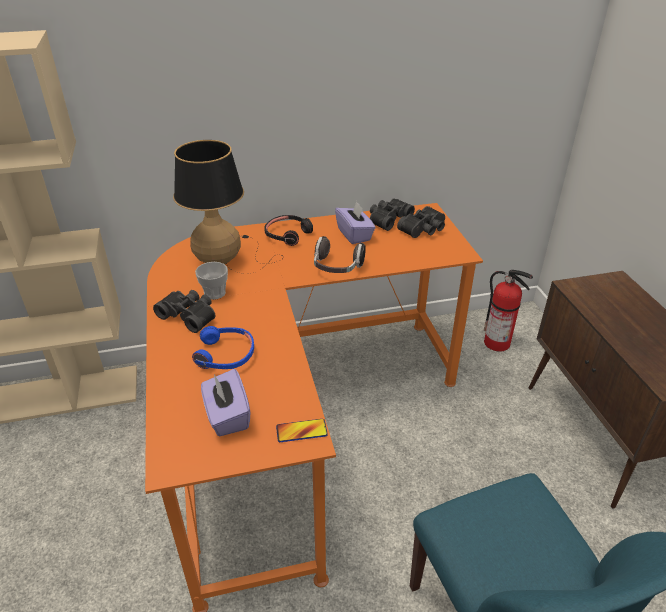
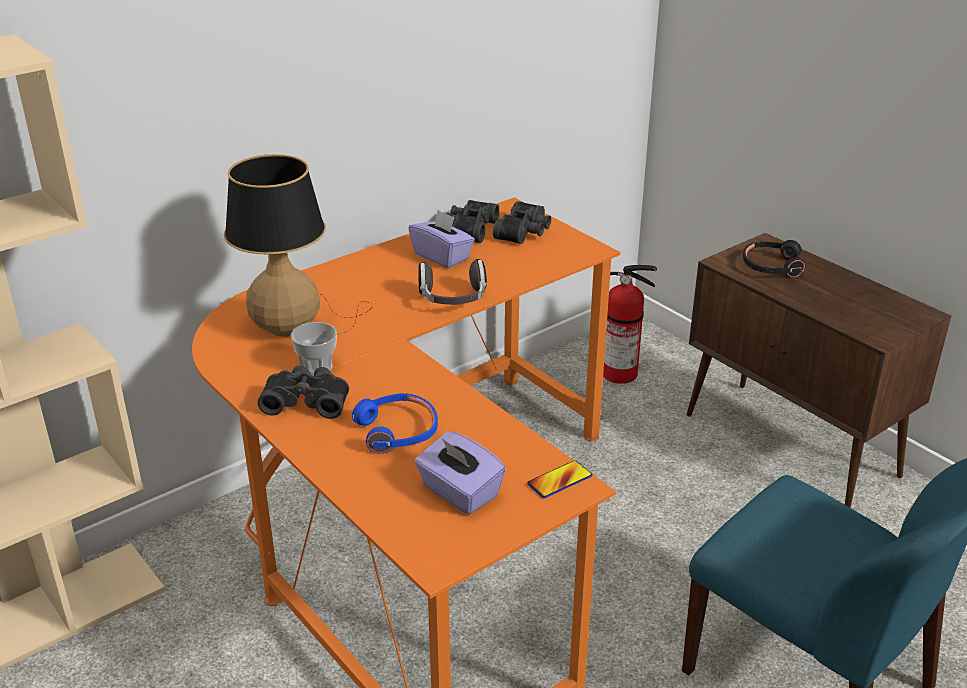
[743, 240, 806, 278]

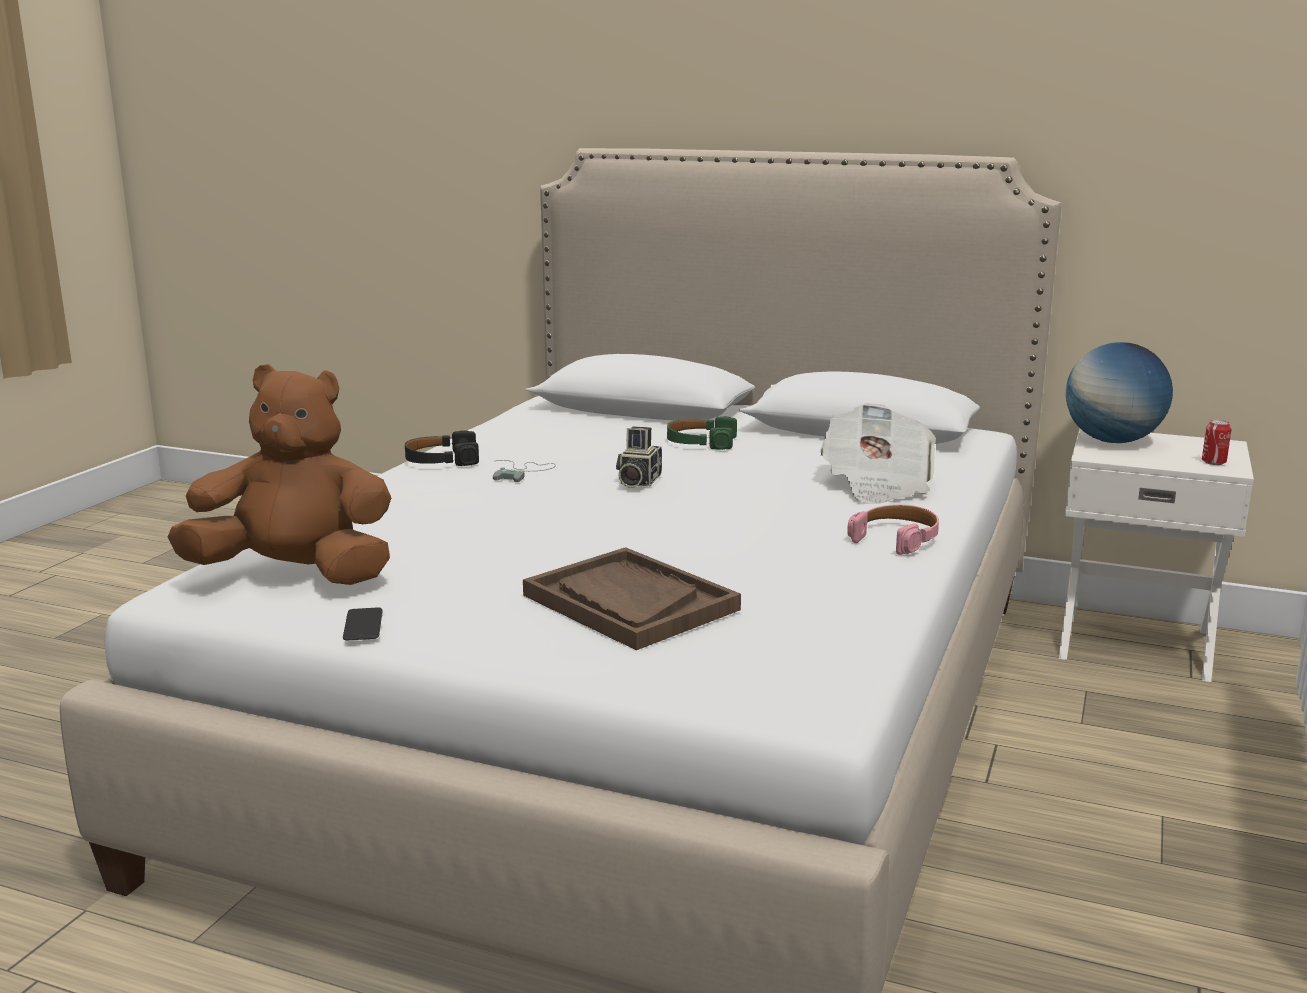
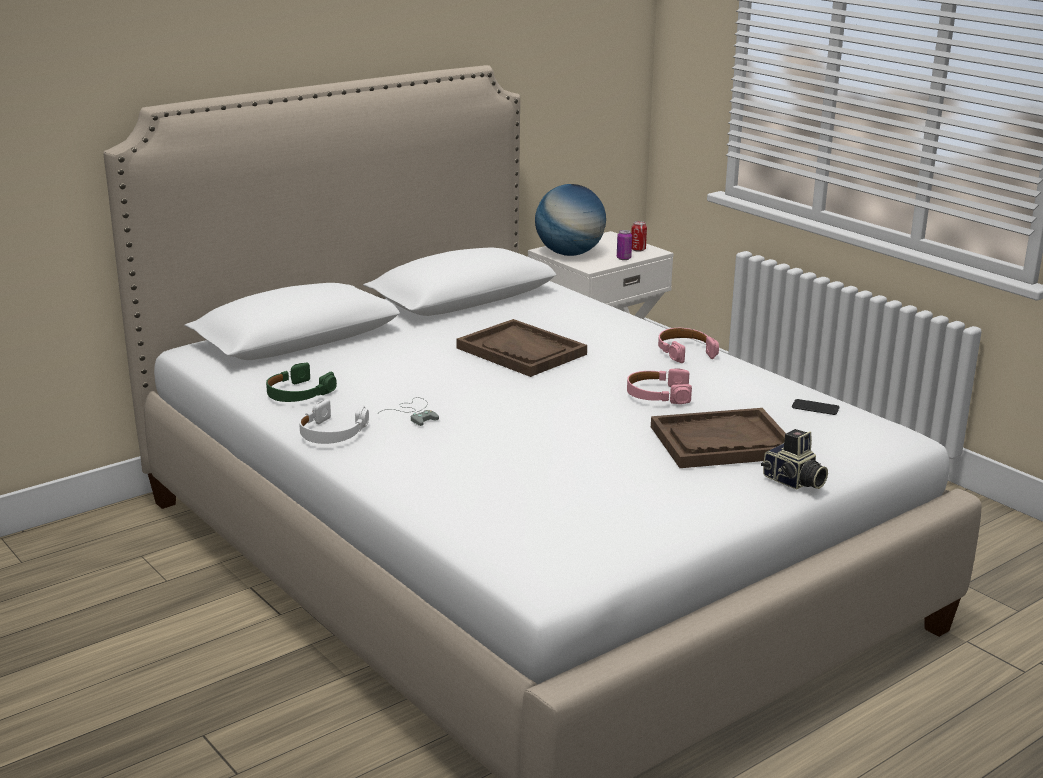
[168, 364, 391, 585] (first image)
[792, 399, 840, 415]
[299, 399, 369, 444]
[761, 429, 828, 490]
[266, 362, 337, 402]
[820, 403, 936, 504] (first image)
[456, 319, 587, 377]
[617, 230, 632, 260]
[627, 368, 692, 404]

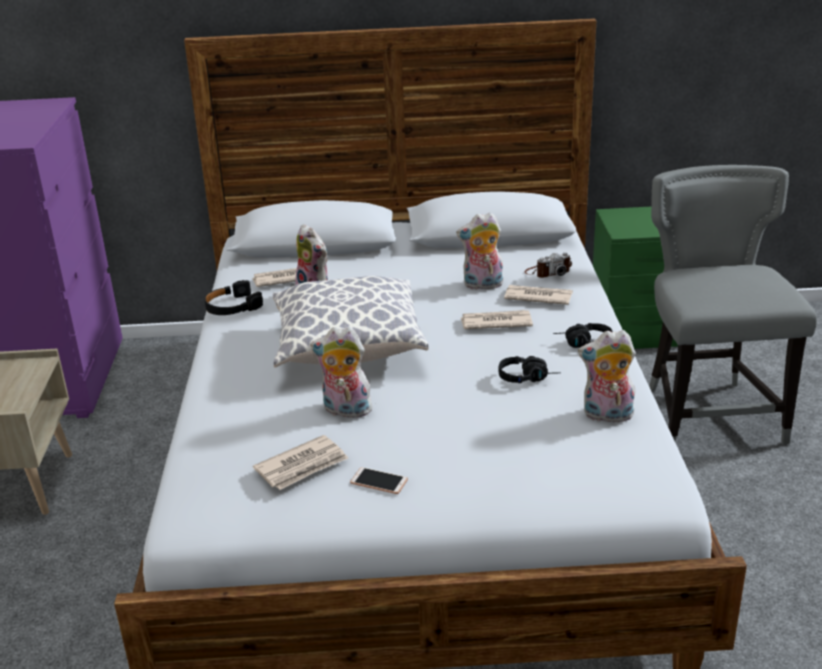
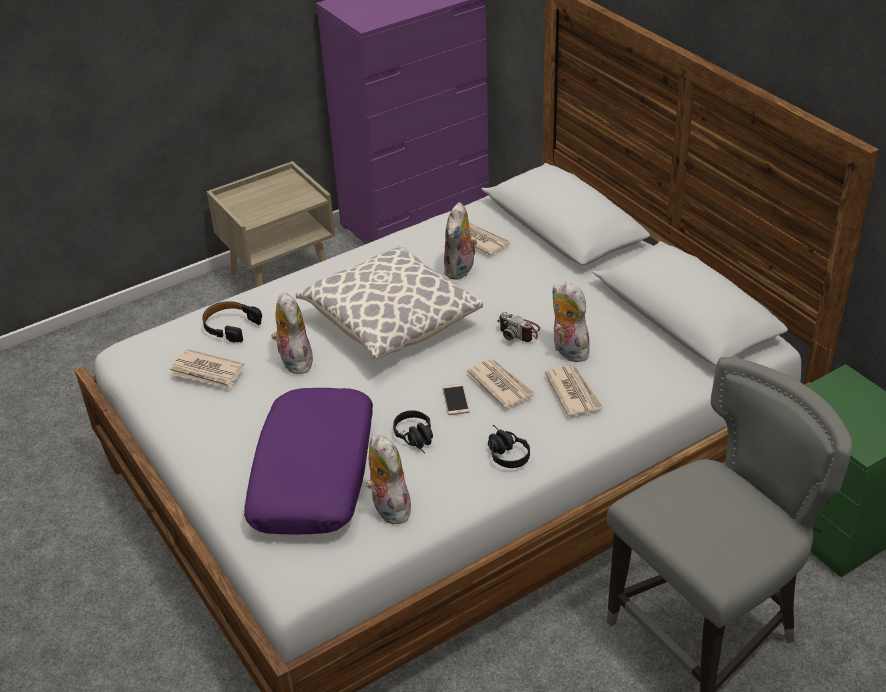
[202, 301, 262, 343]
[442, 384, 470, 415]
[497, 312, 540, 342]
[244, 388, 373, 534]

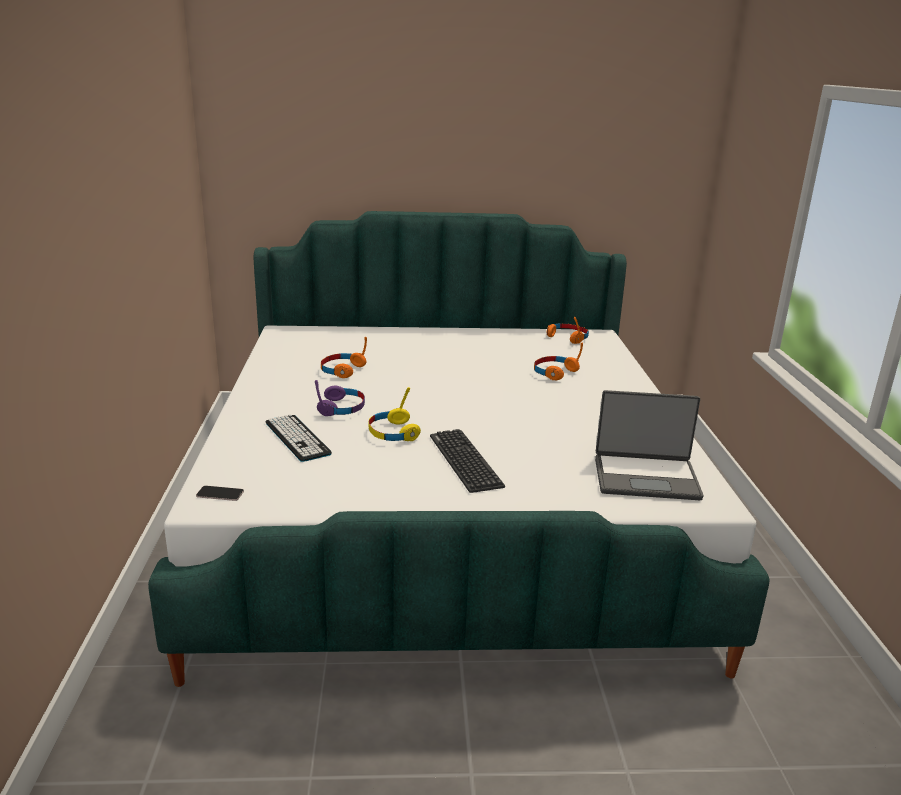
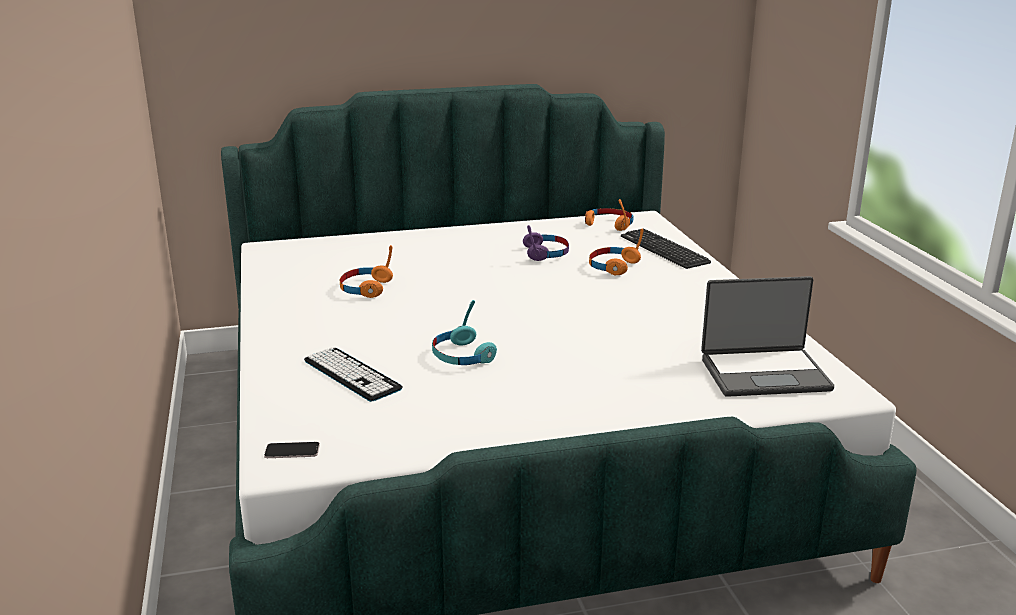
[523, 225, 569, 261]
[432, 300, 497, 365]
[621, 228, 711, 269]

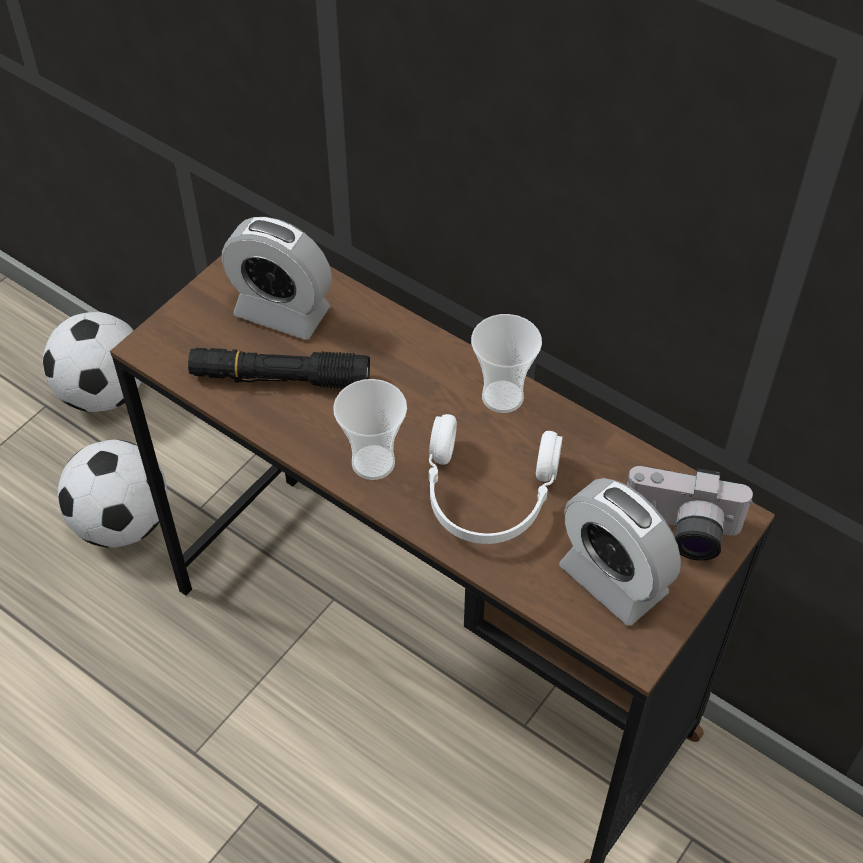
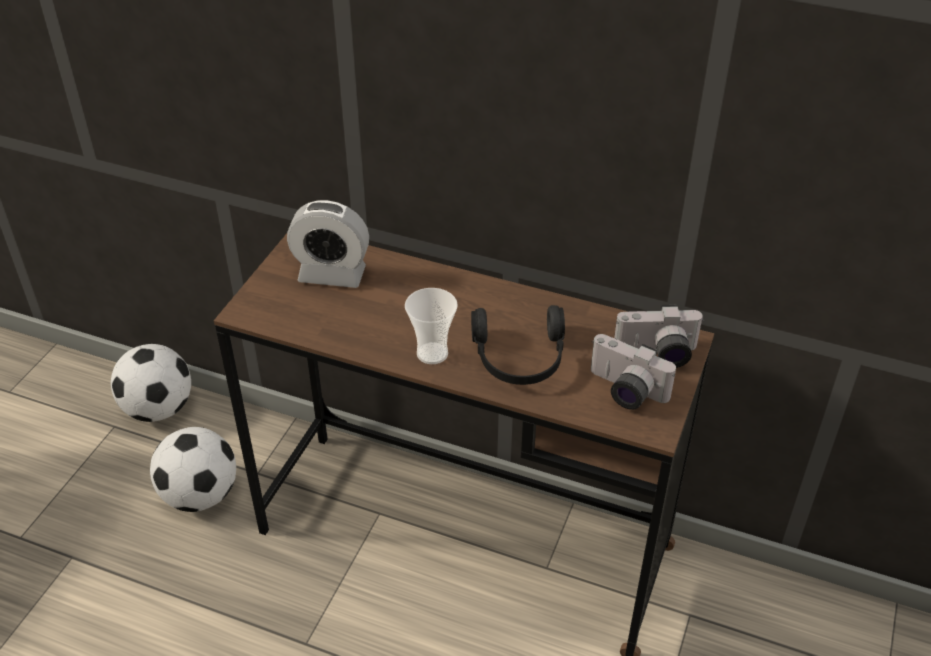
[188, 348, 370, 389] (first image)
[471, 305, 565, 385]
[471, 314, 542, 413] (first image)
[591, 334, 676, 410]

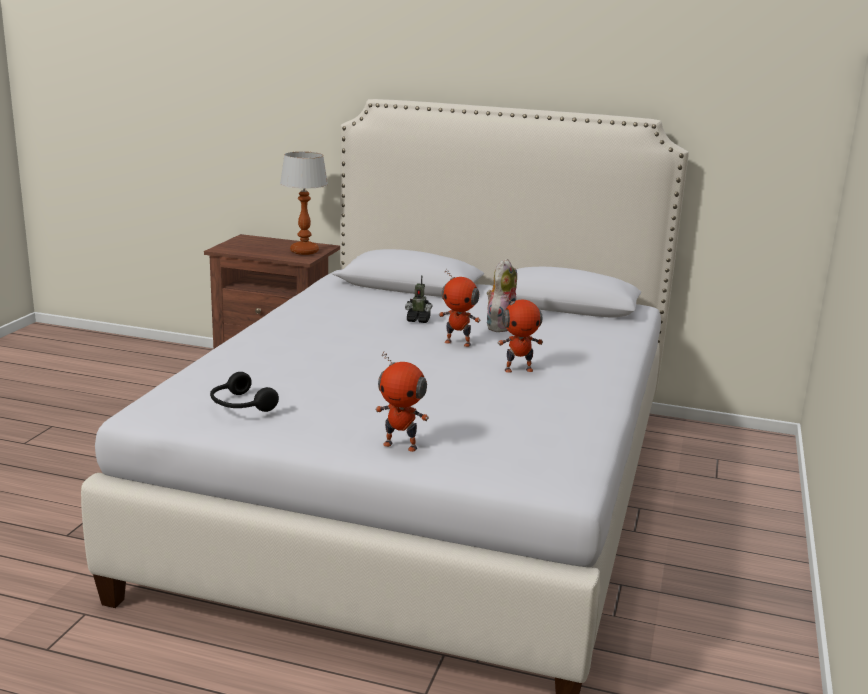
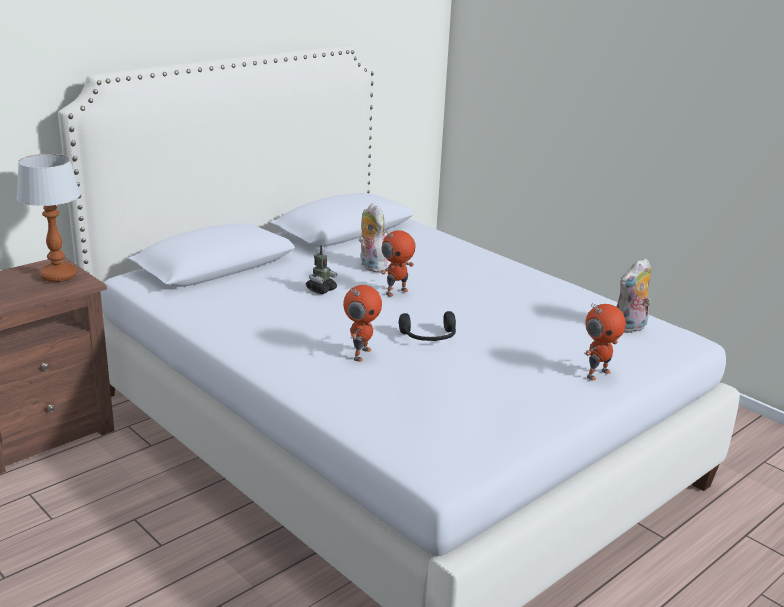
[399, 311, 456, 341]
[343, 285, 382, 362]
[617, 258, 651, 334]

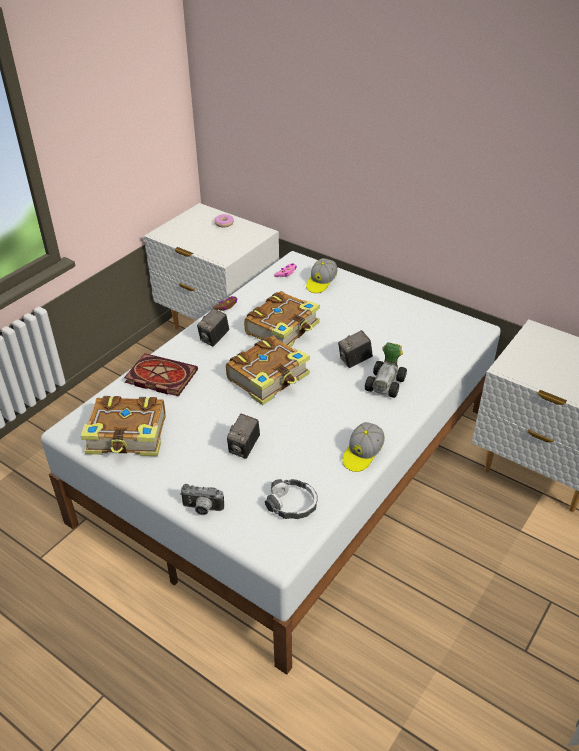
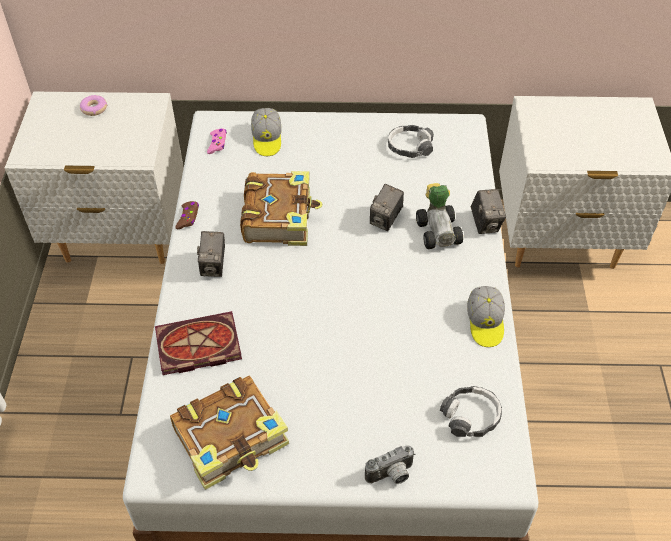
[226, 336, 310, 405] (first image)
[471, 189, 506, 234]
[388, 125, 434, 158]

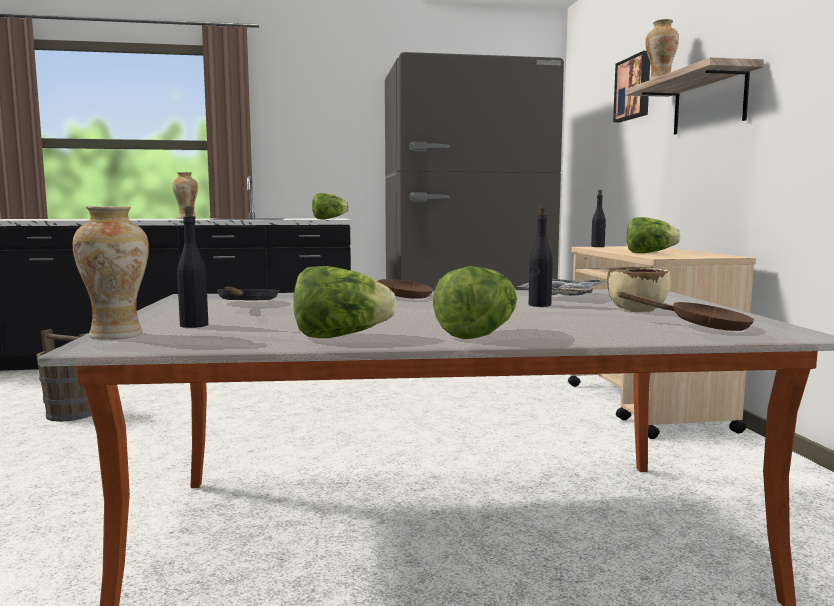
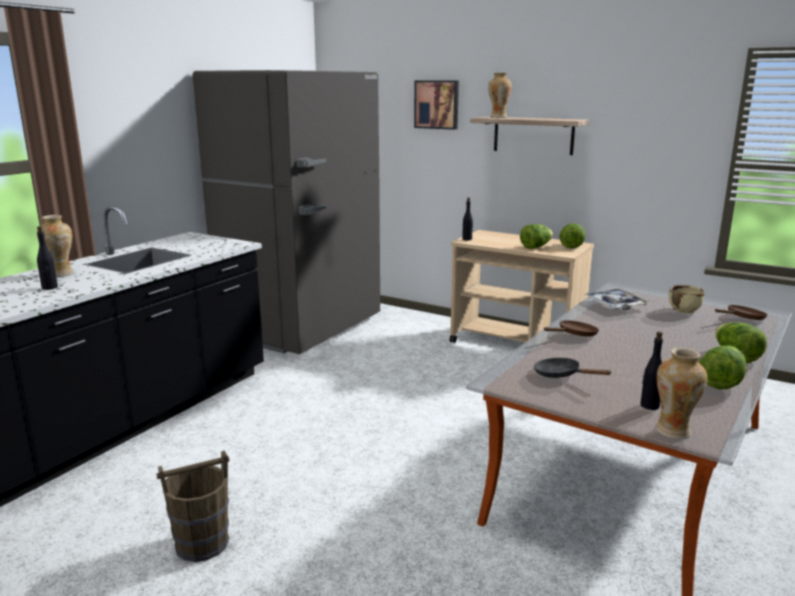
[559, 223, 585, 248]
[37, 226, 58, 290]

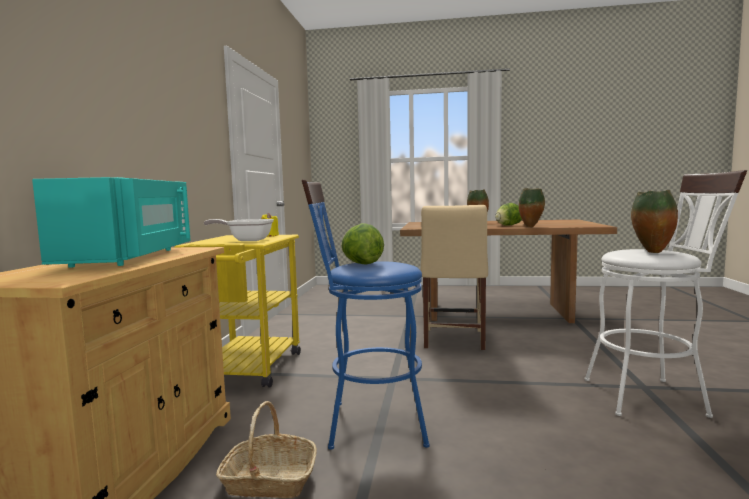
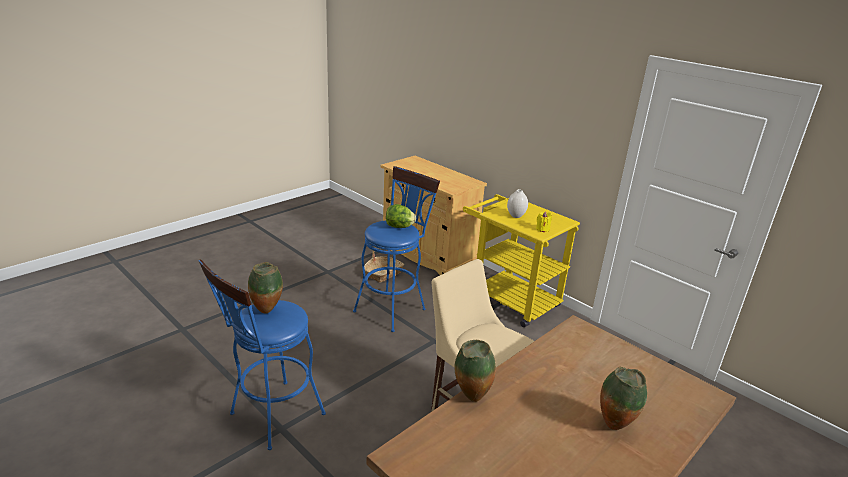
[32, 177, 190, 268] (first image)
[507, 189, 528, 218]
[495, 203, 522, 226] (first image)
[198, 260, 326, 450]

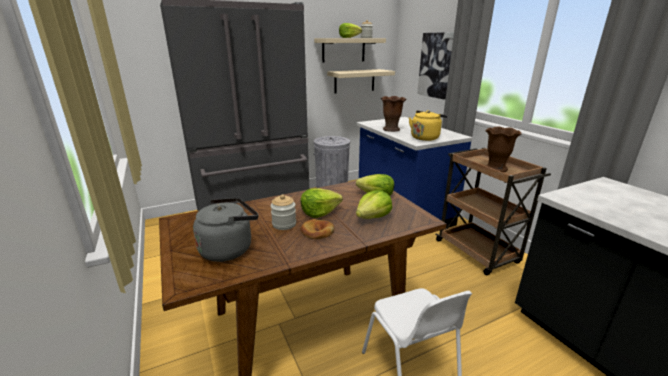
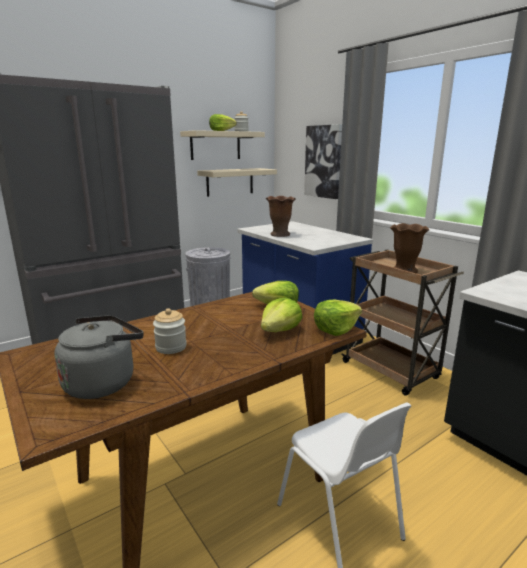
[300, 219, 334, 239] (first image)
[314, 300, 362, 336]
[409, 110, 447, 141] (first image)

